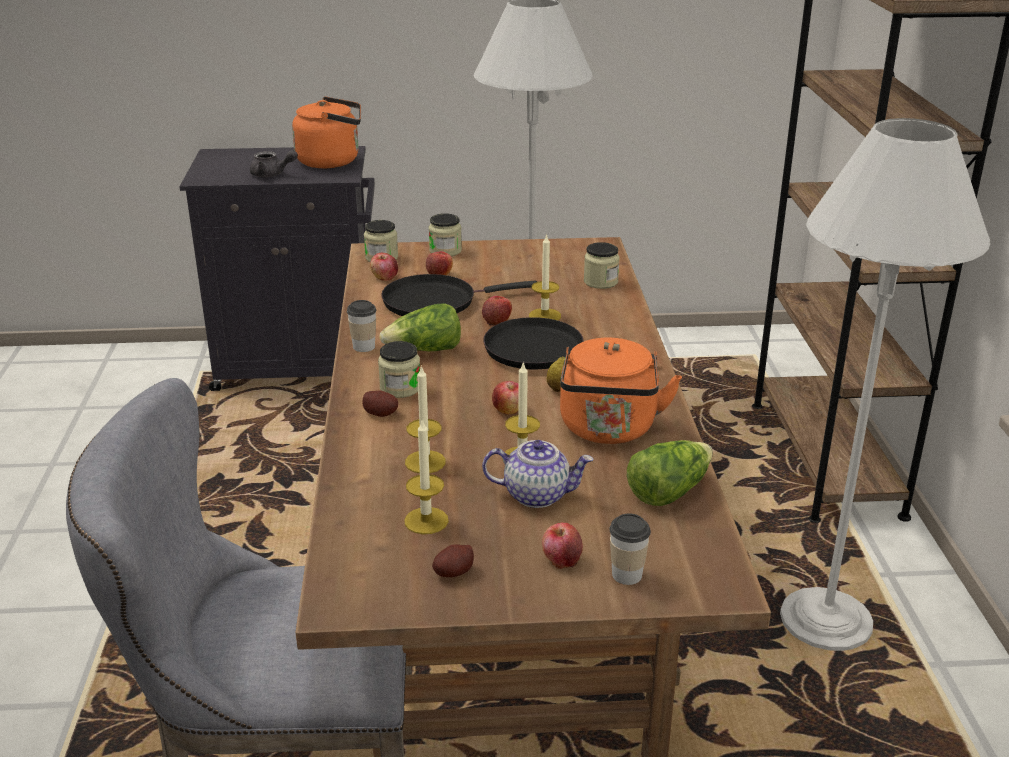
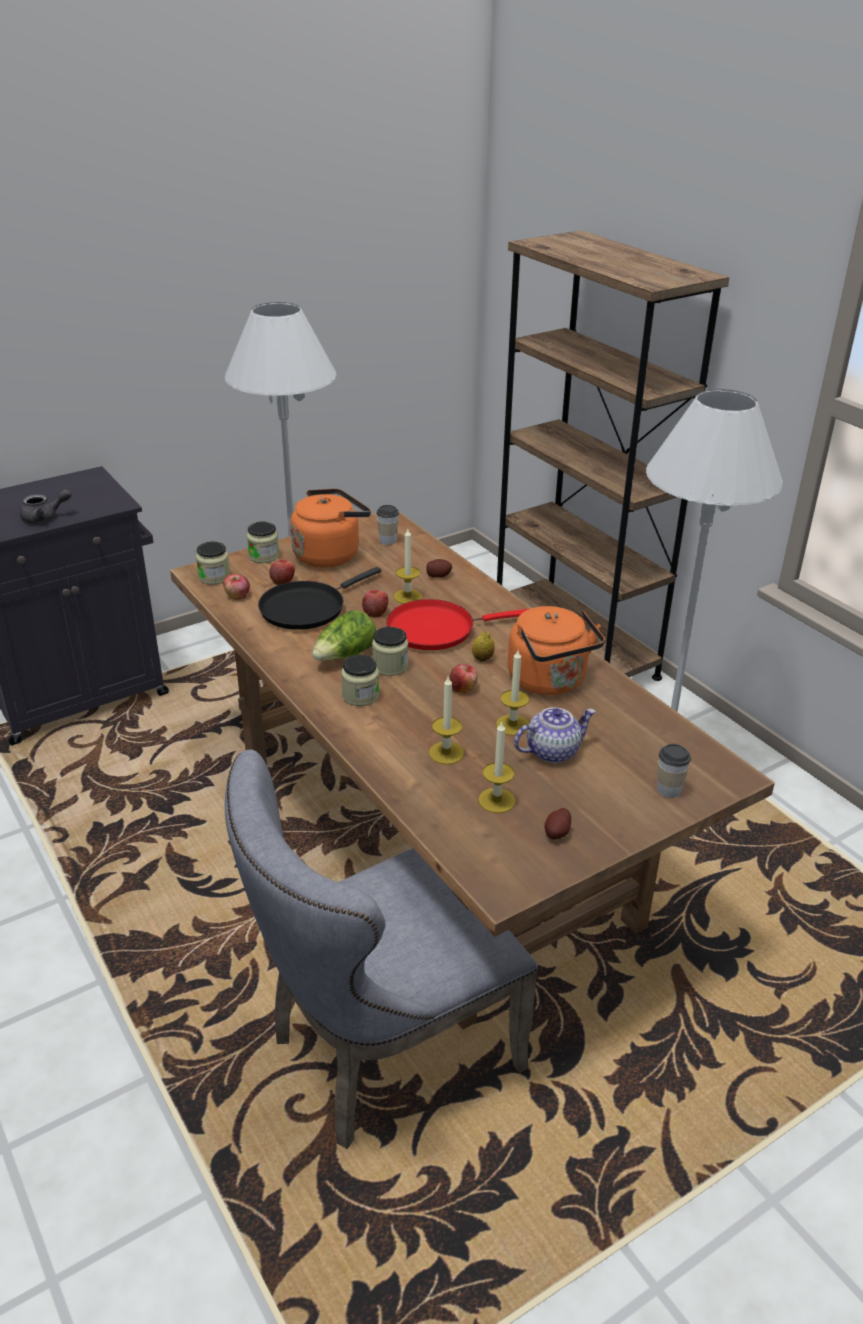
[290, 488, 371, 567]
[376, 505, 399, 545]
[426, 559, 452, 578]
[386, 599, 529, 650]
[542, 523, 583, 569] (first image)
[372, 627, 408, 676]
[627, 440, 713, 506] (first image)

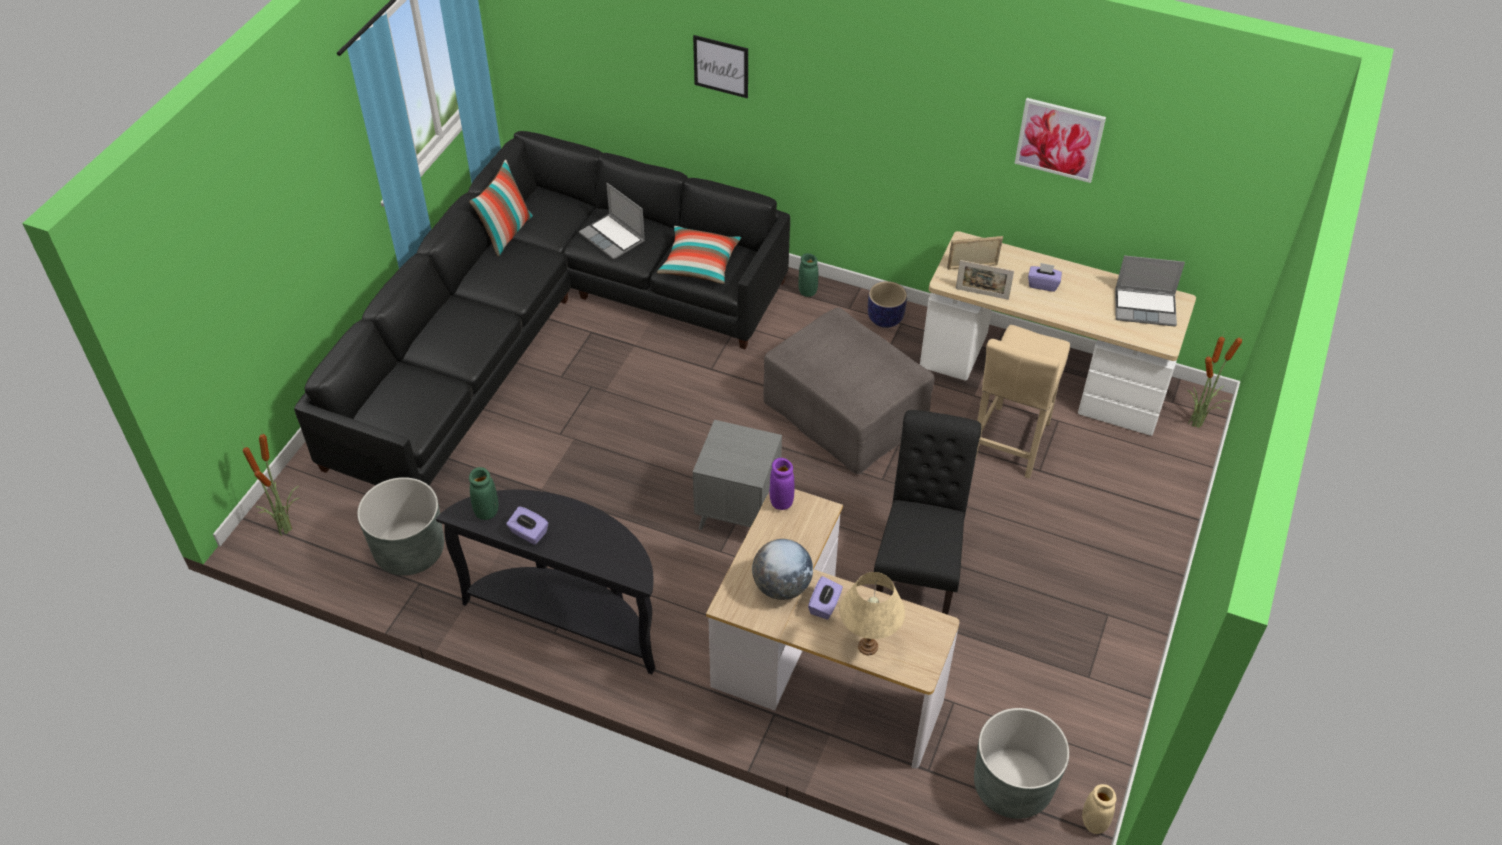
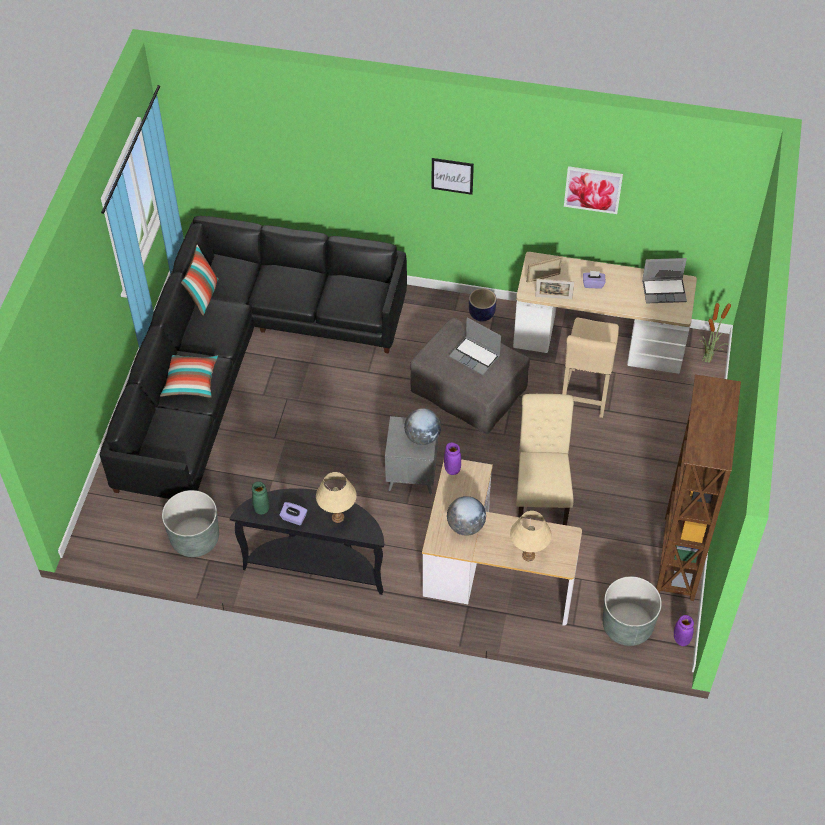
[241, 428, 299, 536] (first image)
[449, 317, 501, 375]
[160, 355, 218, 398]
[432, 158, 474, 195]
[798, 253, 818, 297] (first image)
[808, 576, 843, 620] (first image)
[516, 394, 574, 525]
[674, 615, 694, 646]
[316, 472, 357, 523]
[404, 408, 441, 445]
[656, 374, 741, 601]

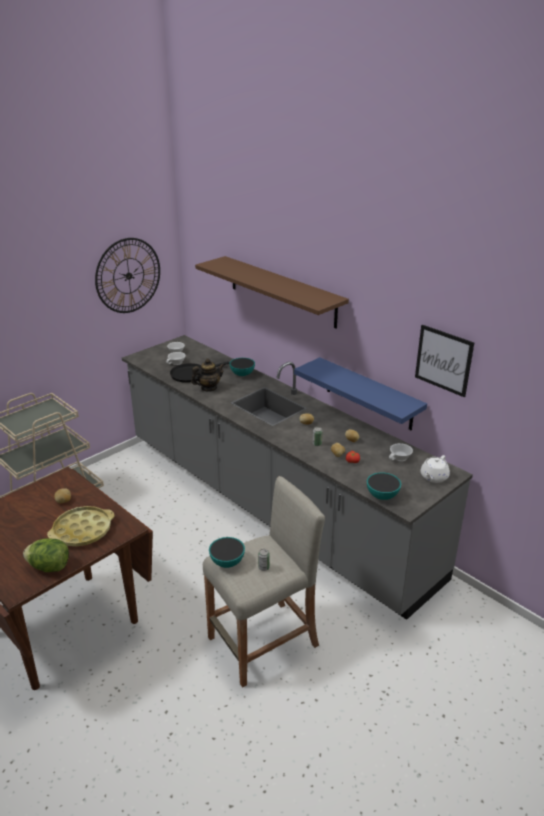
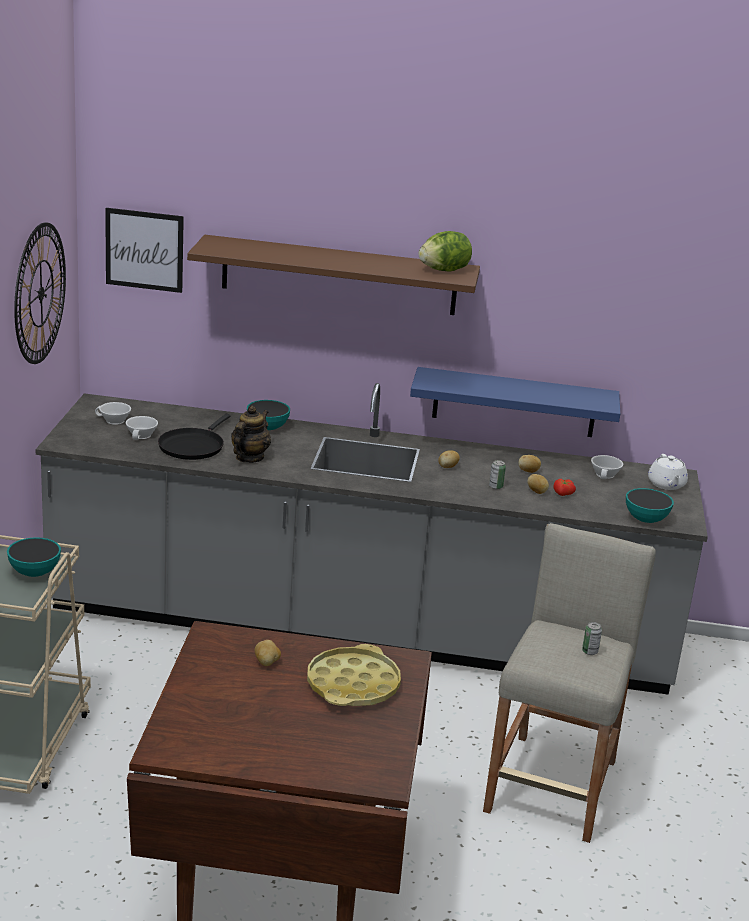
[418, 231, 472, 272]
[7, 537, 61, 577]
[105, 208, 184, 293]

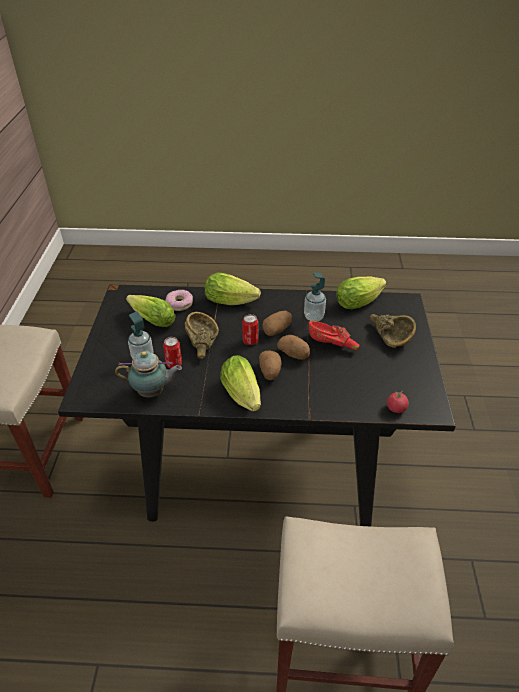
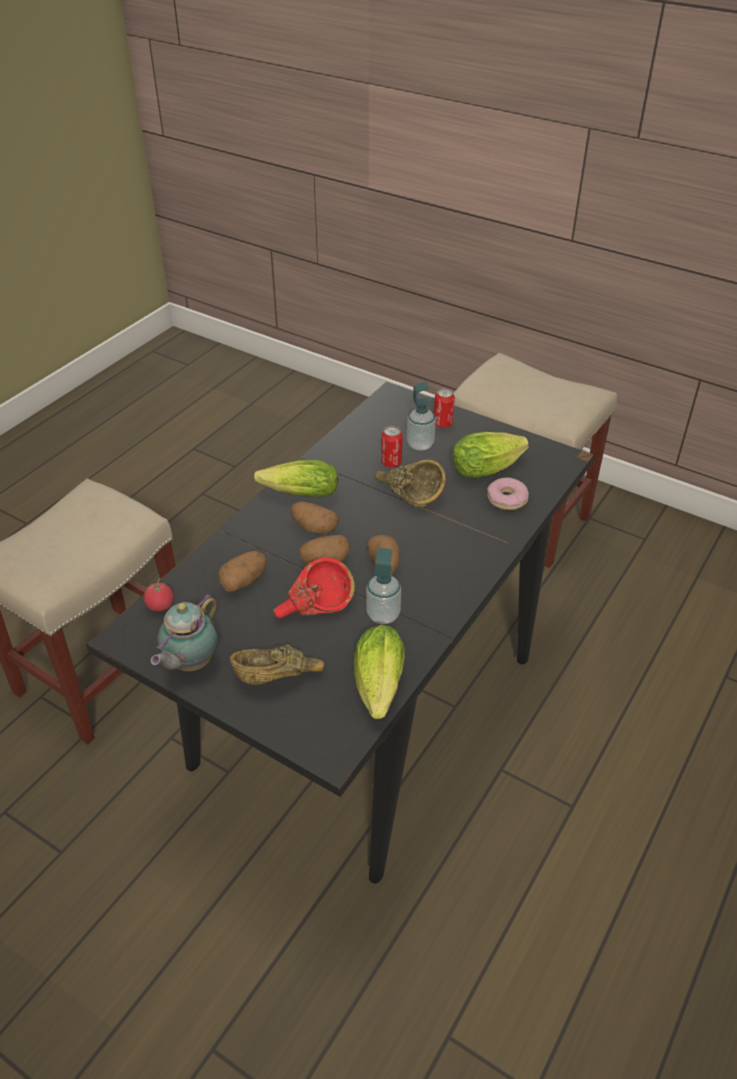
[151, 594, 218, 671]
[205, 273, 261, 305] (first image)
[434, 388, 455, 428]
[219, 551, 266, 592]

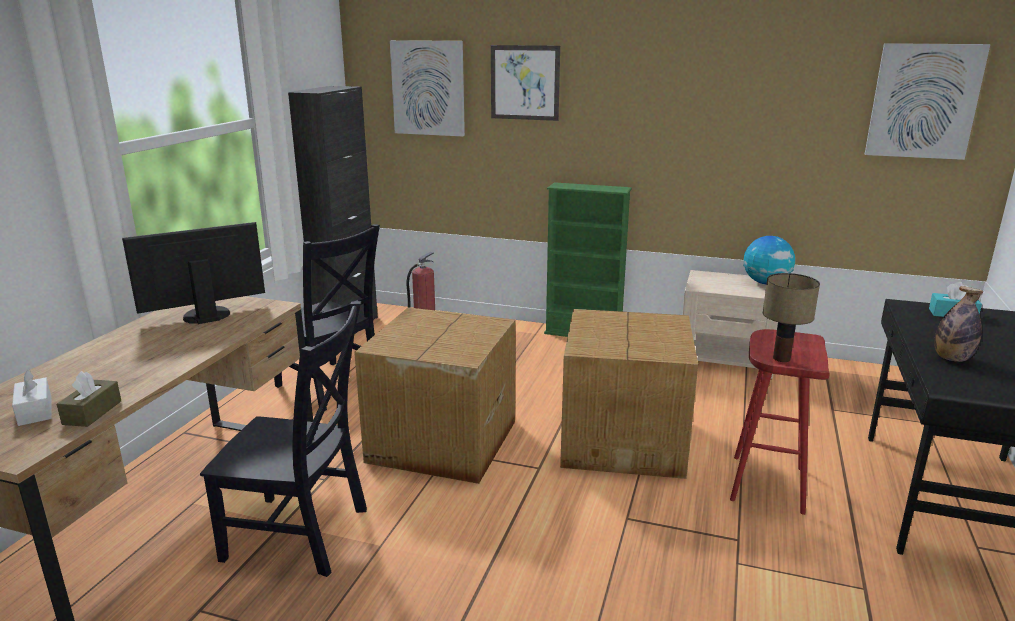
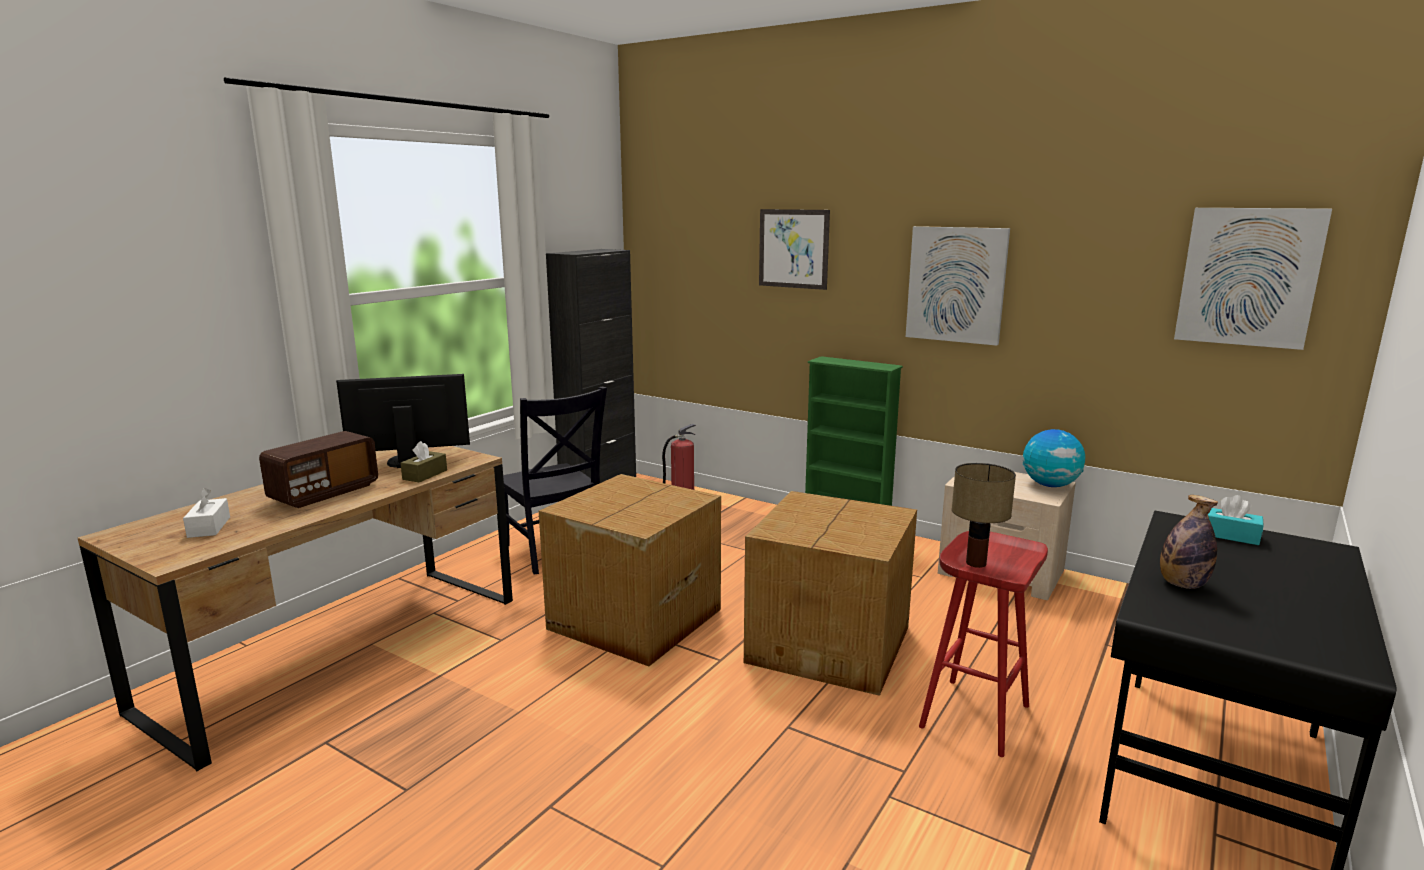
[400, 441, 447, 483]
[200, 301, 367, 577] (first image)
[906, 226, 1010, 346]
[259, 431, 378, 508]

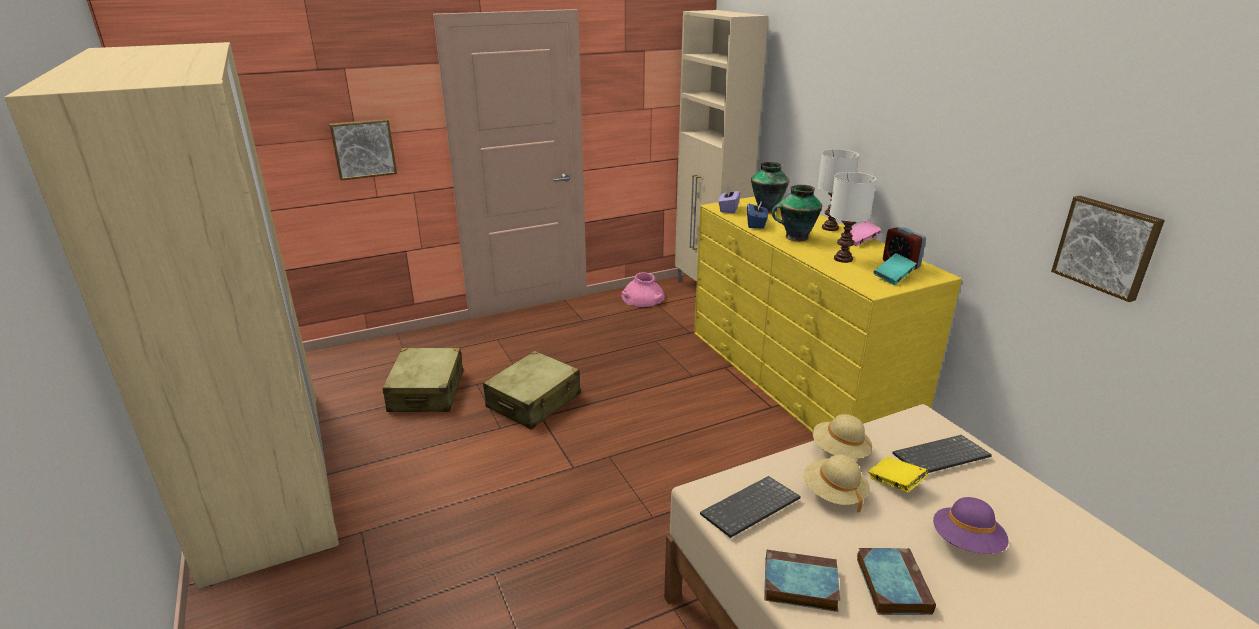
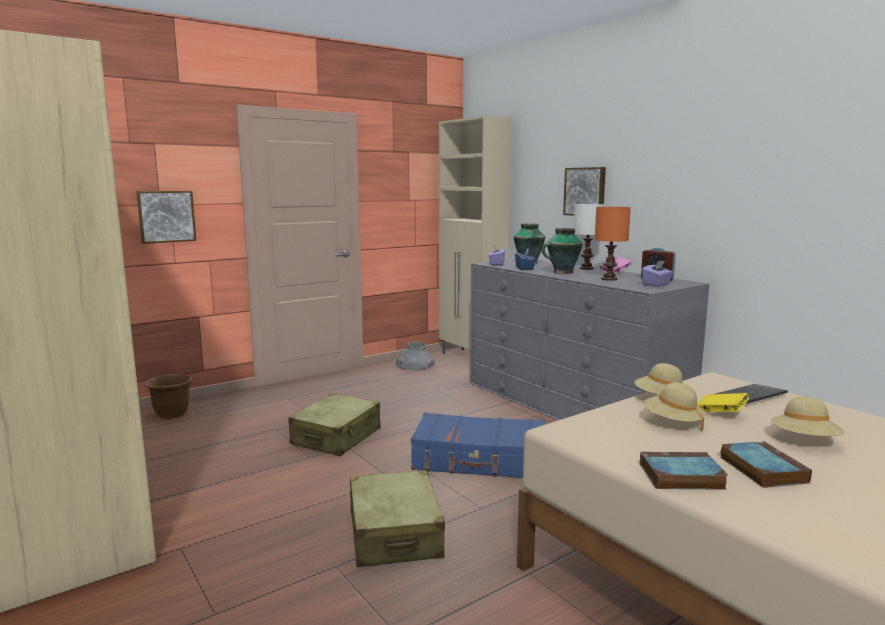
[350, 470, 445, 567]
[396, 341, 435, 370]
[470, 259, 710, 421]
[700, 476, 800, 538] (first image)
[595, 207, 631, 281]
[642, 260, 673, 287]
[771, 397, 845, 436]
[563, 167, 606, 216]
[144, 374, 192, 419]
[411, 413, 545, 478]

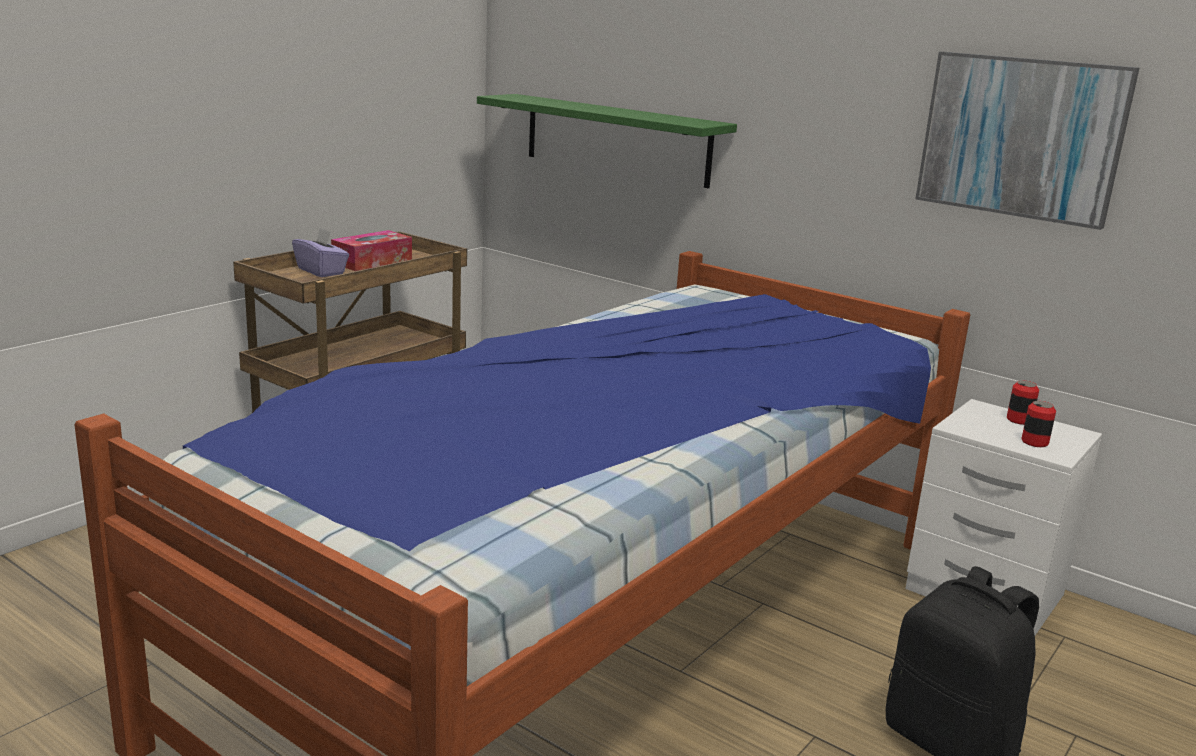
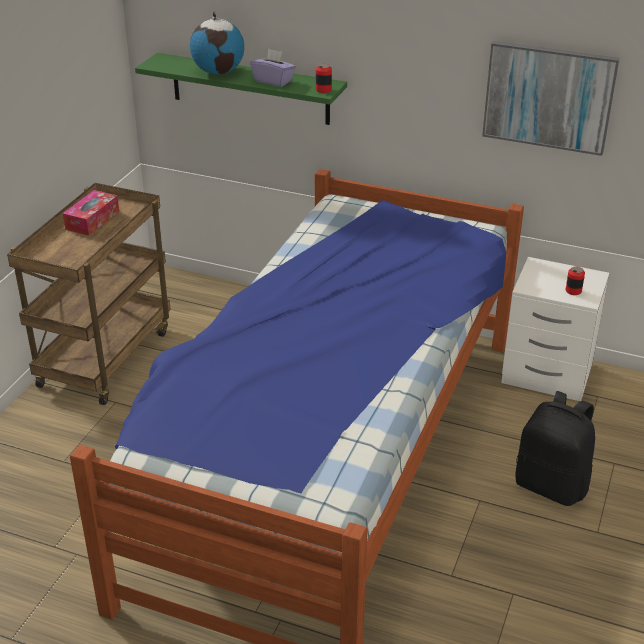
[250, 49, 295, 87]
[316, 64, 332, 93]
[190, 11, 244, 74]

